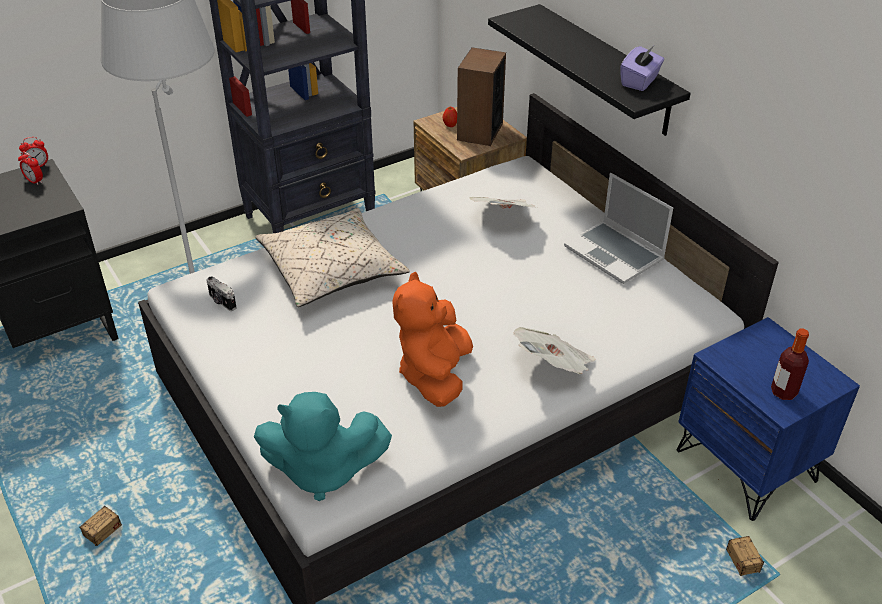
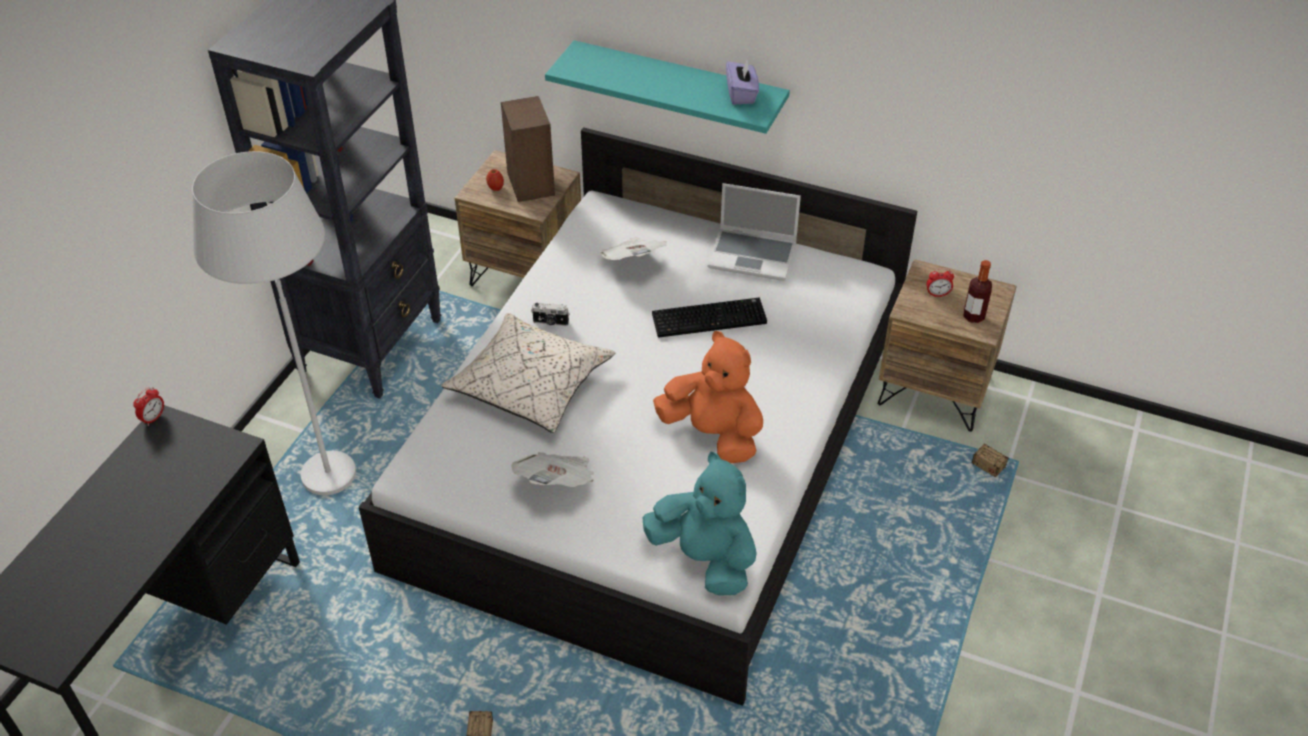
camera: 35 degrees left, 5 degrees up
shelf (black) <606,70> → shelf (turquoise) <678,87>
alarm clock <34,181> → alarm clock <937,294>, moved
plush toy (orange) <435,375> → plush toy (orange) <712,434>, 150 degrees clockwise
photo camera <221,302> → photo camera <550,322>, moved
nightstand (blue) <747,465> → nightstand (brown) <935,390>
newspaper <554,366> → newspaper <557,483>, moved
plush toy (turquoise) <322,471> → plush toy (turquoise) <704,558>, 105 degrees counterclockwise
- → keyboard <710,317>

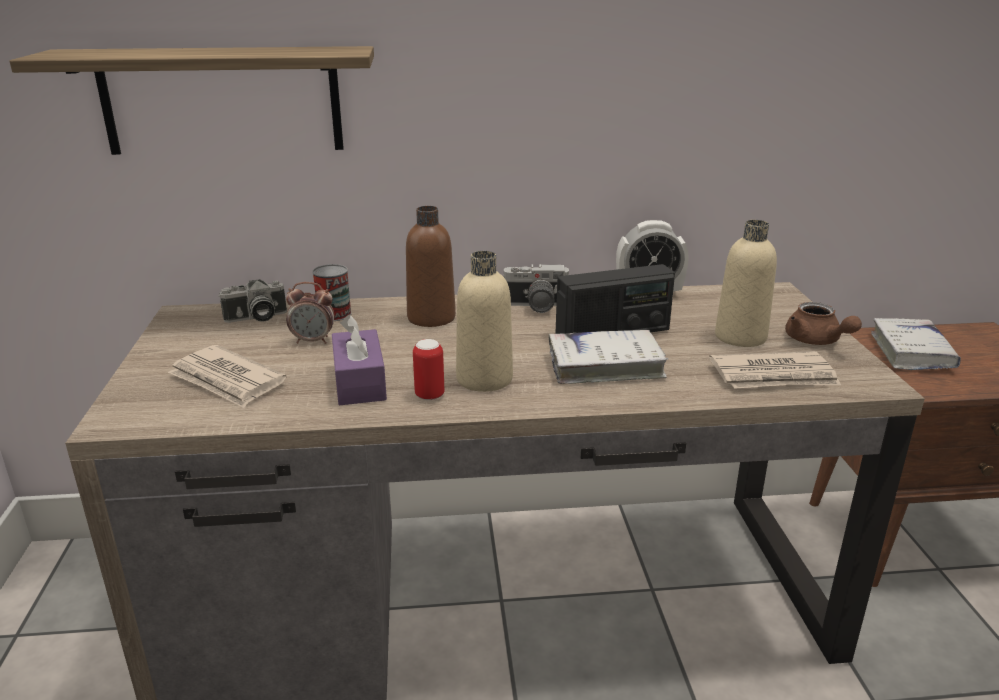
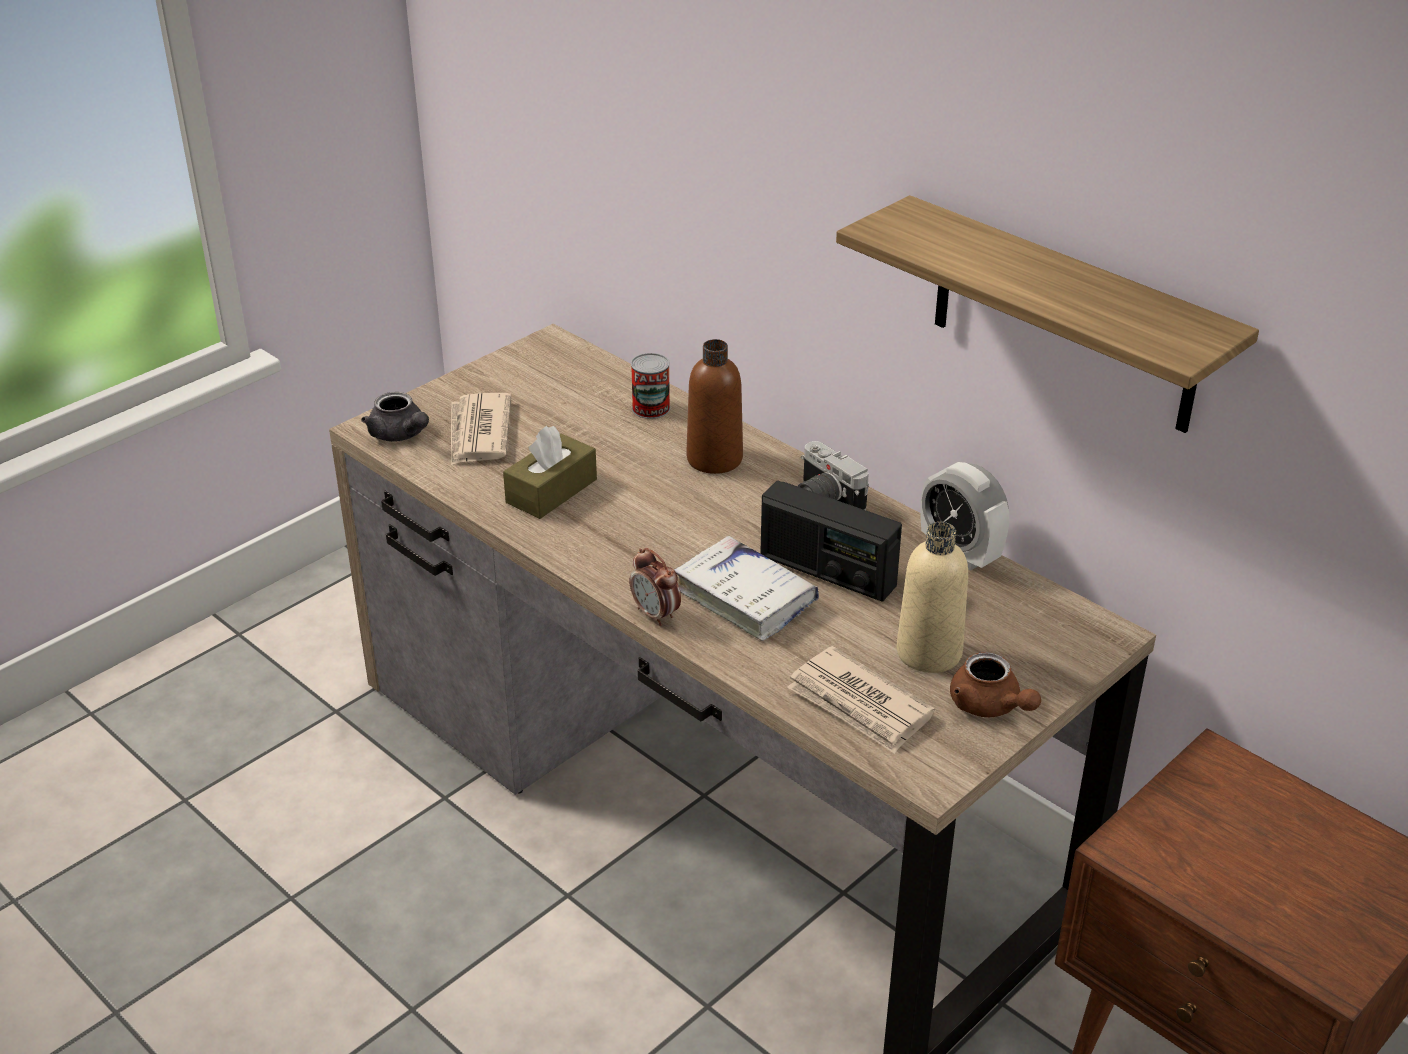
camera: 50 degrees right, 10 degrees up
shelf <222,101> → shelf <1064,317>, moved
bottle (beige) <484,379> → -
photo camera <256,318> → -
alarm clock <313,341> → alarm clock <656,615>, moved
teapot (brown) <816,341> → teapot (brown) <989,706>, 60 degrees counterclockwise
tissue box (purple) <359,382> → tissue box (brown) <551,491>
book (white) <911,353> → -
can <429,395> → -
- → teapot (grey) <400,435>

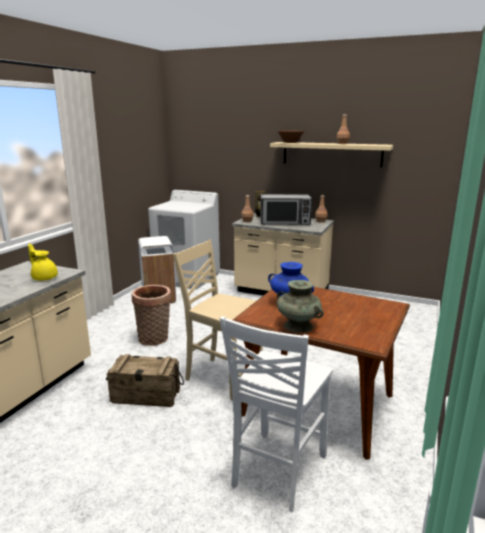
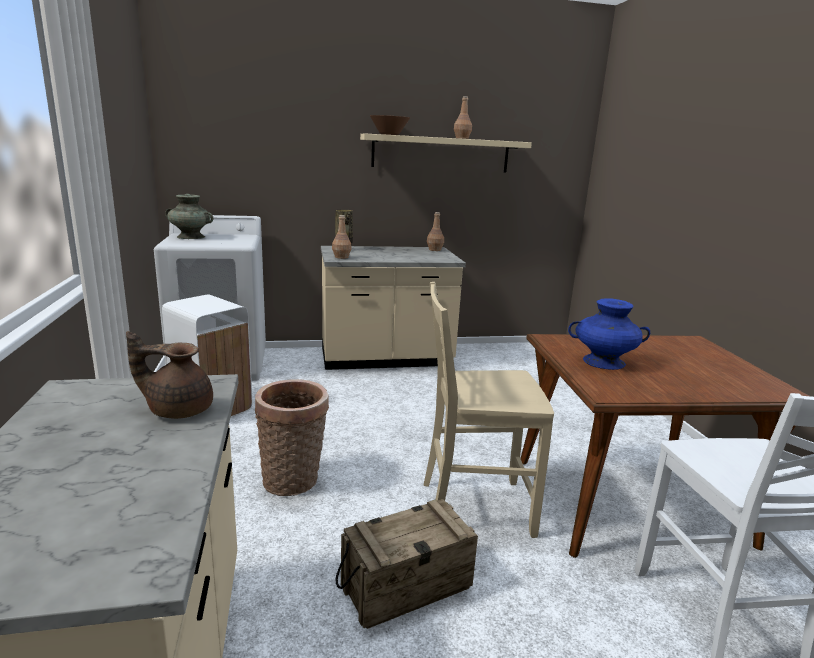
camera: 35 degrees left, 0 degrees up
microwave <285,222> → -
teapot (yellow) <44,278> → teapot (brown) <178,409>
vase (turquoise) <298,326> → vase (turquoise) <190,237>, moved

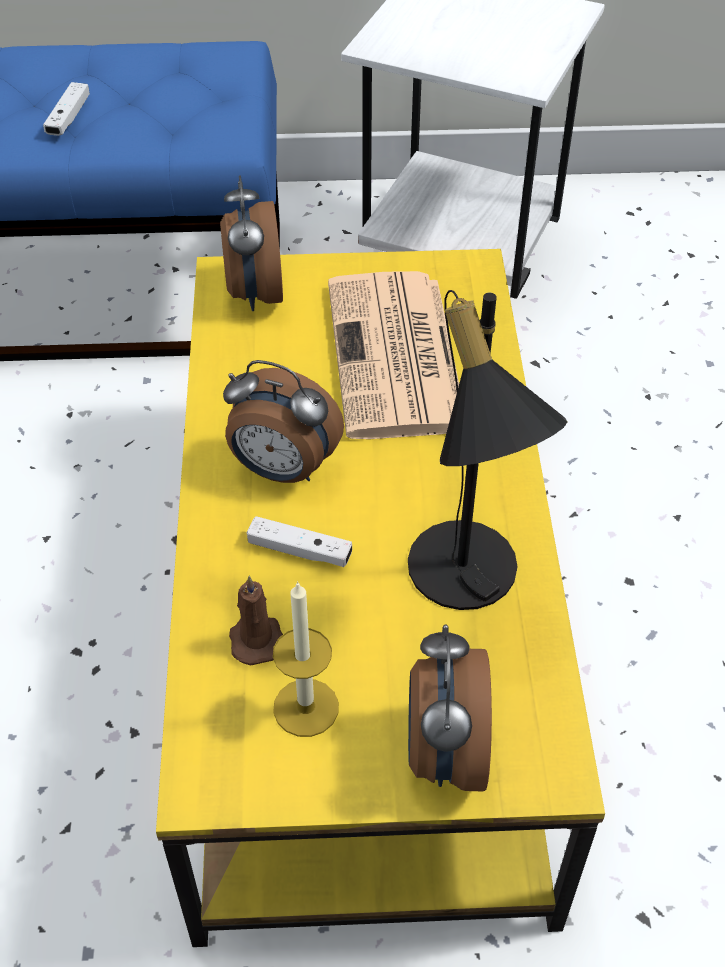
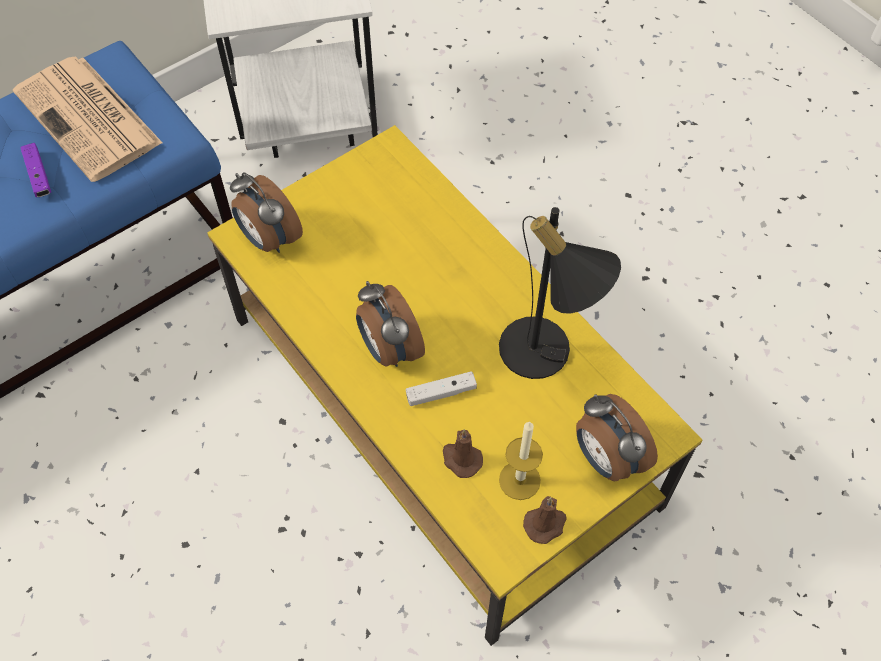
camera: 35 degrees left, 10 degrees up
game controller (white) <68,118> → game controller (purple) <38,175>
newspaper <397,358> → newspaper <90,119>, moved
alarm clock <282,470> → alarm clock <389,349>, 75 degrees clockwise
- → candle (brown) <545,524>

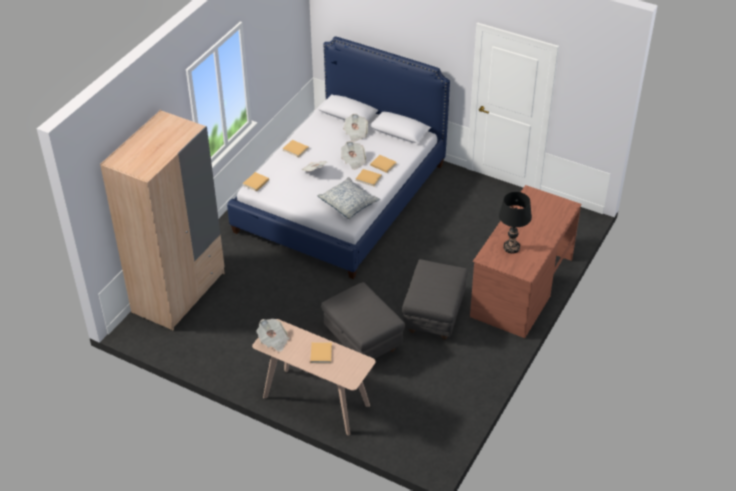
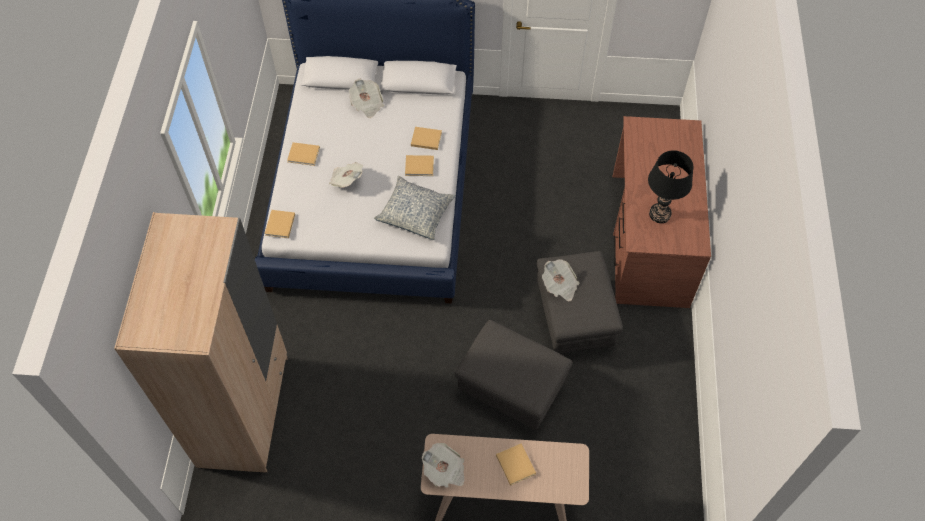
camera: 25 degrees left, 15 degrees up
newspaper <353,161> → newspaper <560,285>, moved

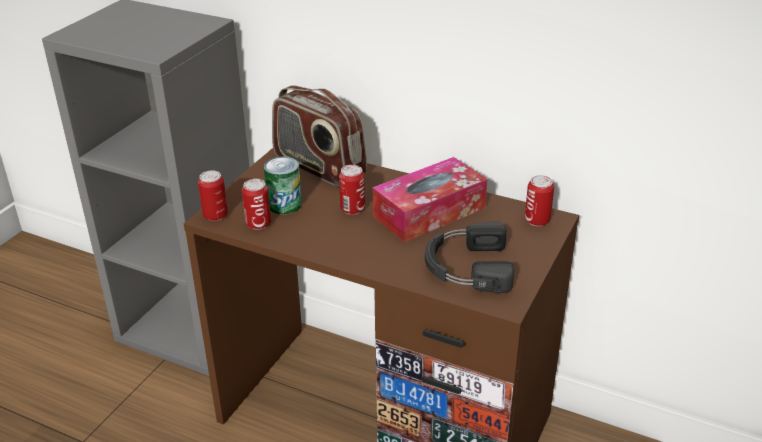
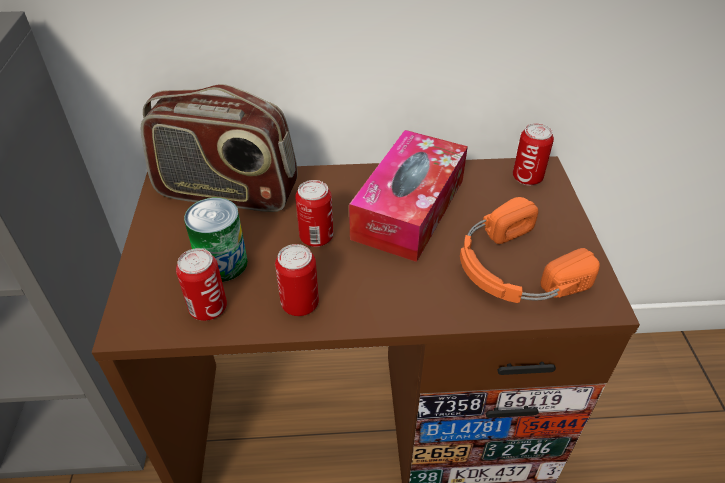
camera: 30 degrees left, 10 degrees up
can <215,215> → can <300,304>, moved
headphones (black) <466,266> → headphones (orange) <513,268>

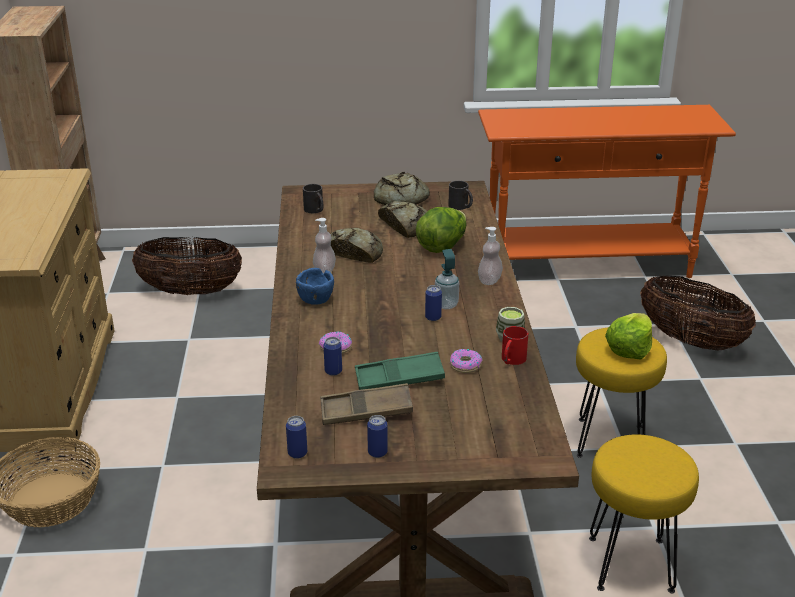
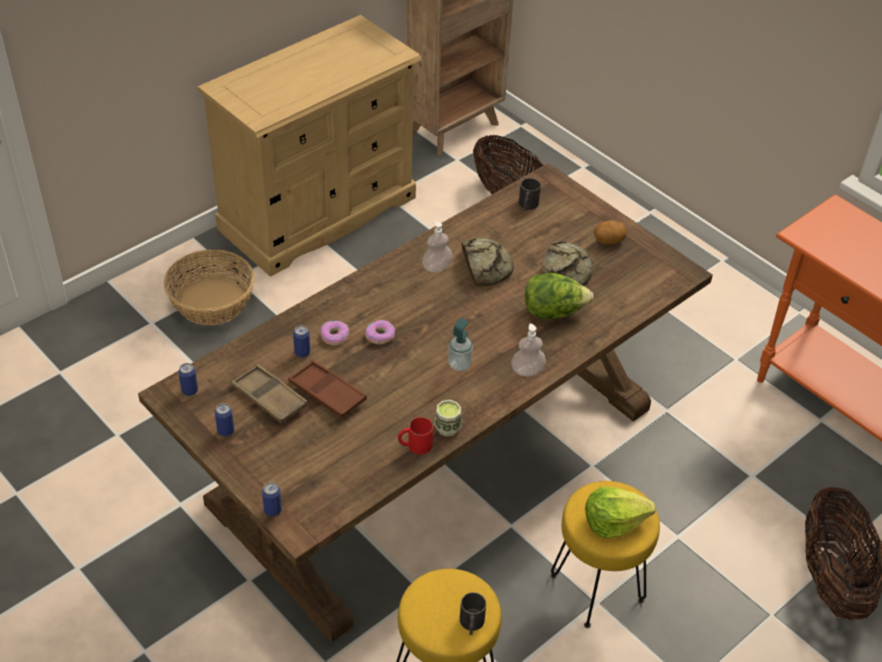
camera: 50 degrees right, 15 degrees up
bread <399,198> → potato <608,241>
mug (black) <461,207> → mug (black) <471,624>, moved
bowl (blue) <315,299> → -
can <433,317> → can <273,510>, moved
donut <465,365> → donut <380,335>, moved
tray (green) <399,378> → tray (brown) <327,393>

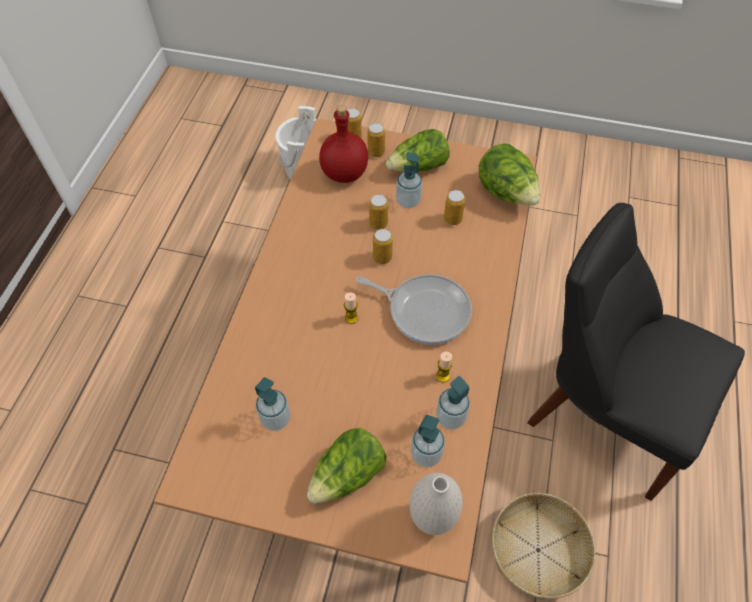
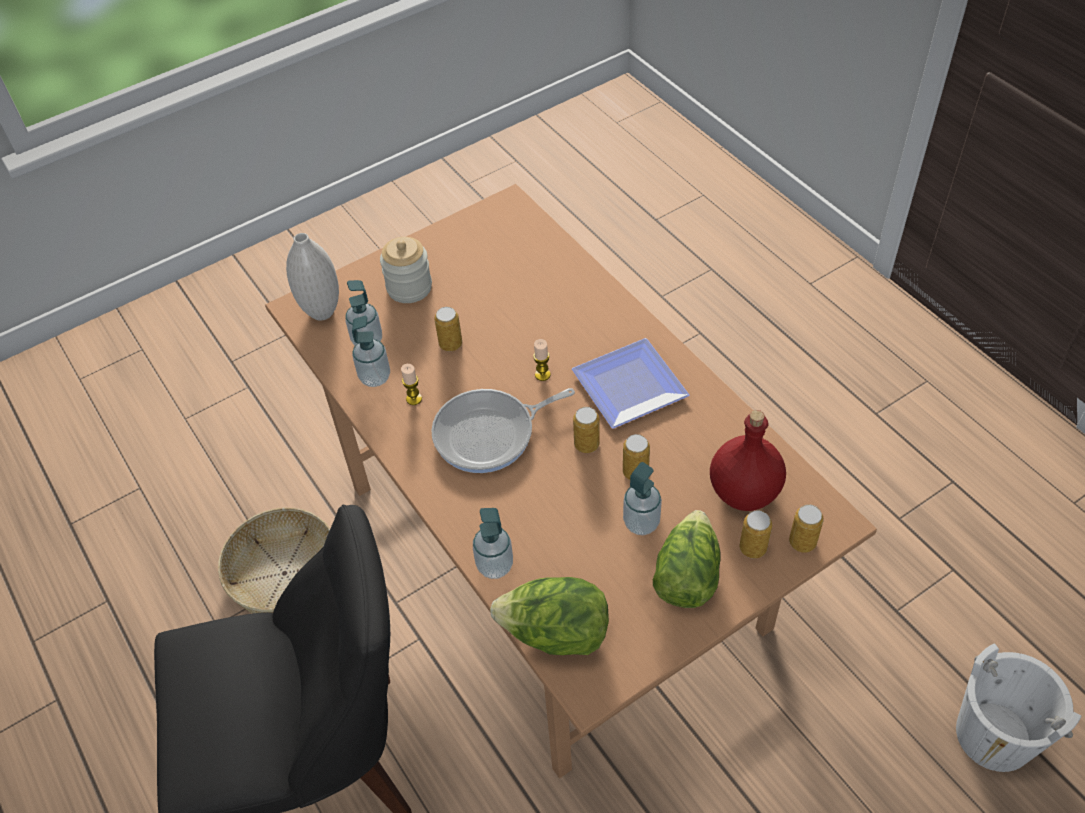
camera: 135 degrees right, 5 degrees down
can <452,219> → can <450,344>, moved
soap dispenser <276,419> → soap dispenser <495,565>, moved
lettuce <348,475> → jar <409,287>
- → plate <625,385>

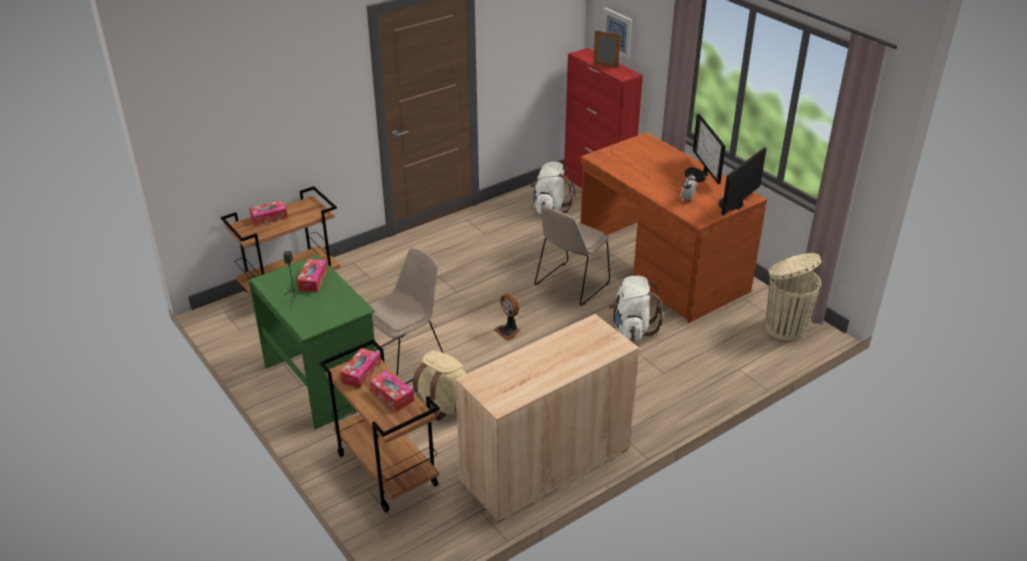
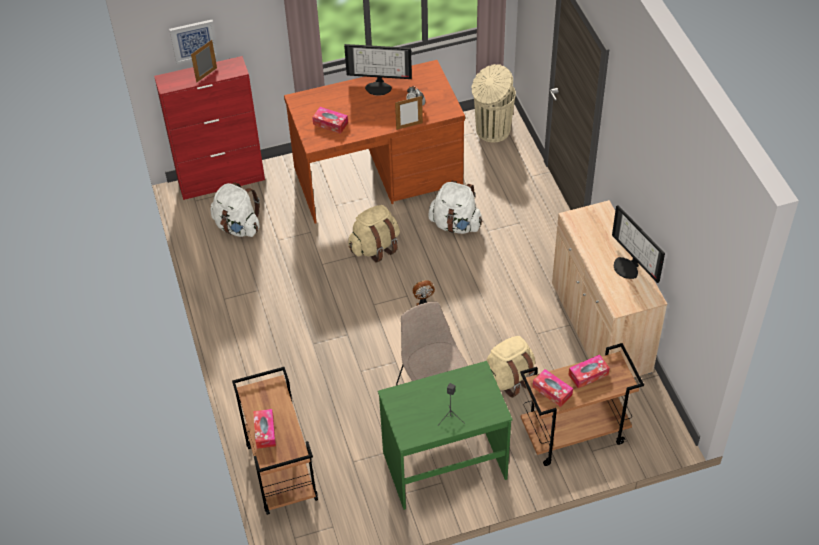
camera: 70 degrees left, 15 degrees up
monitor <733,205> → monitor <628,267>, moved
chair (beige) <570,285> → backpack (beige) <375,247>
tissue box <313,280> → tissue box <330,123>, moved
- → picture frame <409,126>

